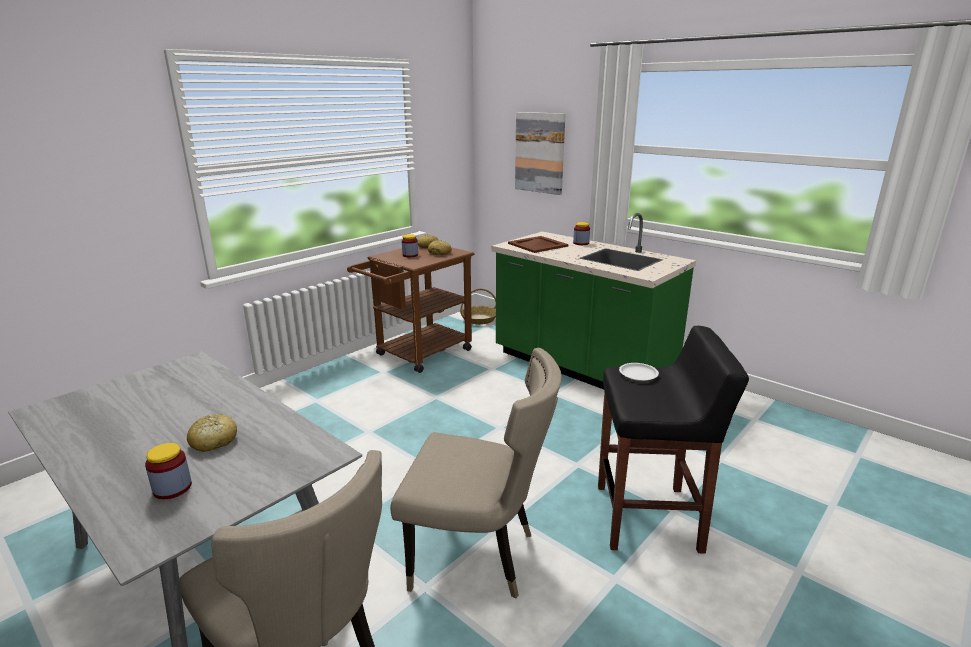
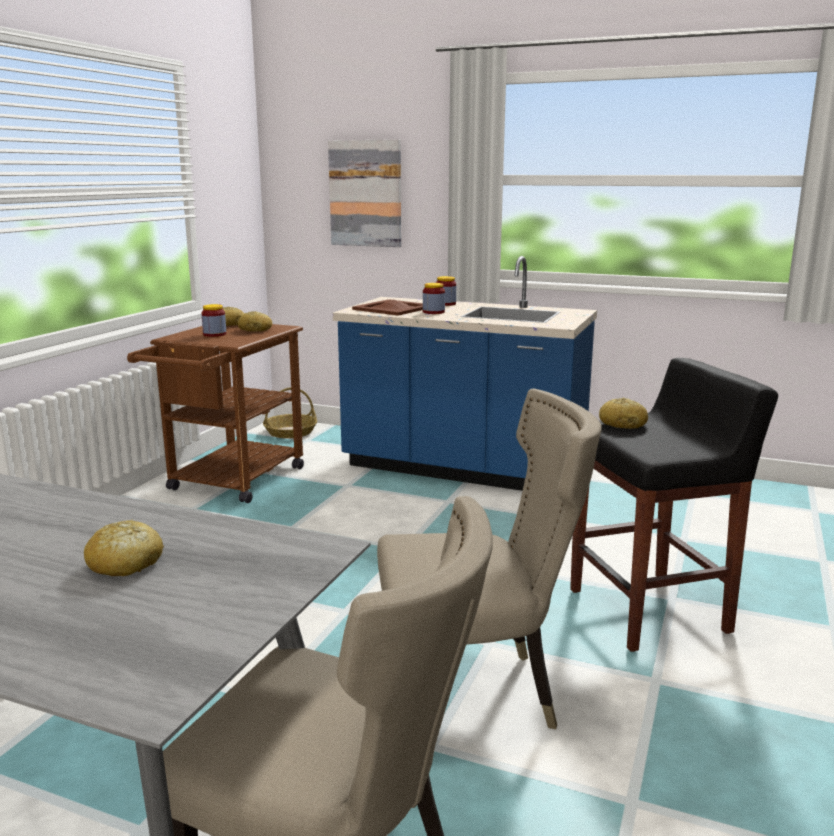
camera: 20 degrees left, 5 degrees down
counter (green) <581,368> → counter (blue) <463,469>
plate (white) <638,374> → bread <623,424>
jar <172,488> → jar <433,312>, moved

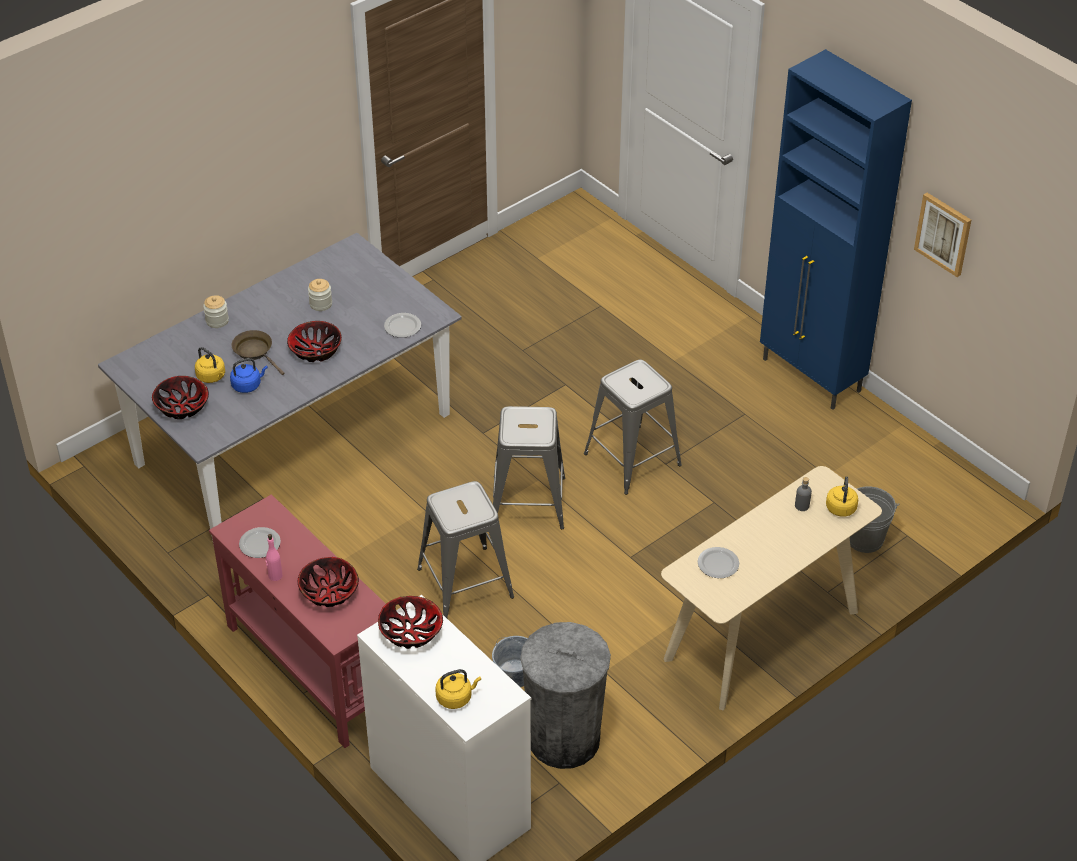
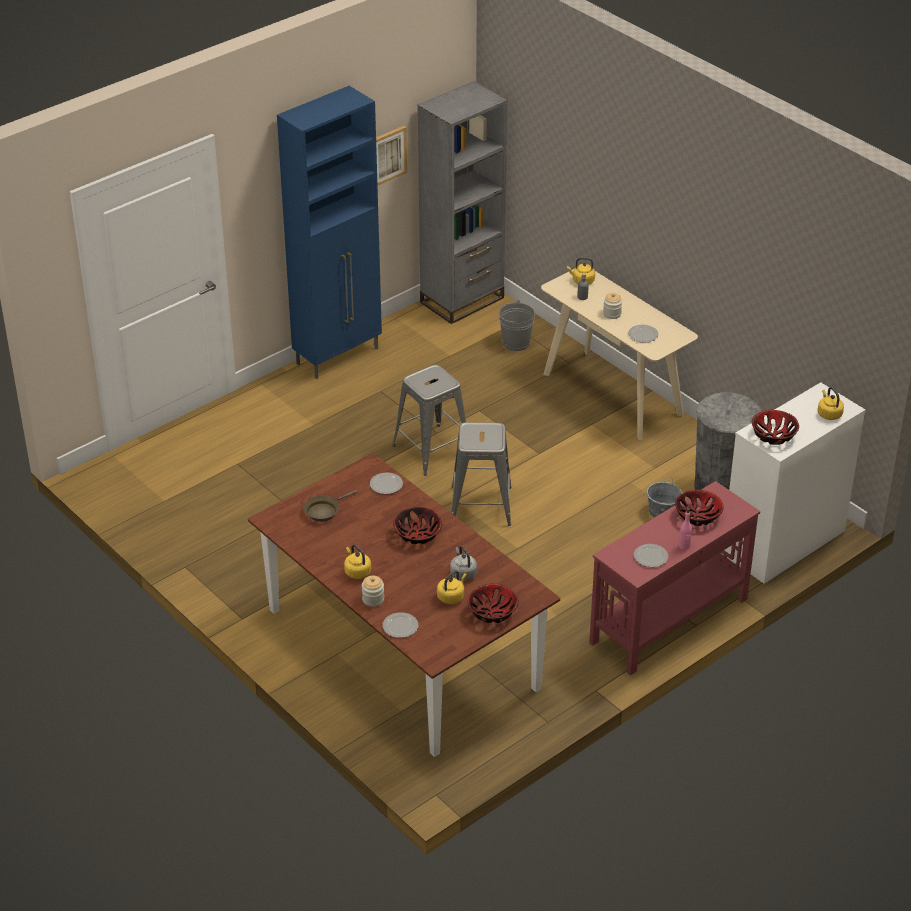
camera: 90 degrees left, 5 degrees down
dining table (grey) <294,438> → dining table (brown) <401,649>
jar <321,304> → jar <612,314>, moved
frying pan (brown) <255,352> → frying pan (brown) <324,511>, moved
kettle (blue) <248,385> → kettle (grey) <462,573>
stool (grey) <466,583> → -
- → bookcase (grey) <462,300>
- → kettle (yellow) <357,571>
- → plate <401,626>

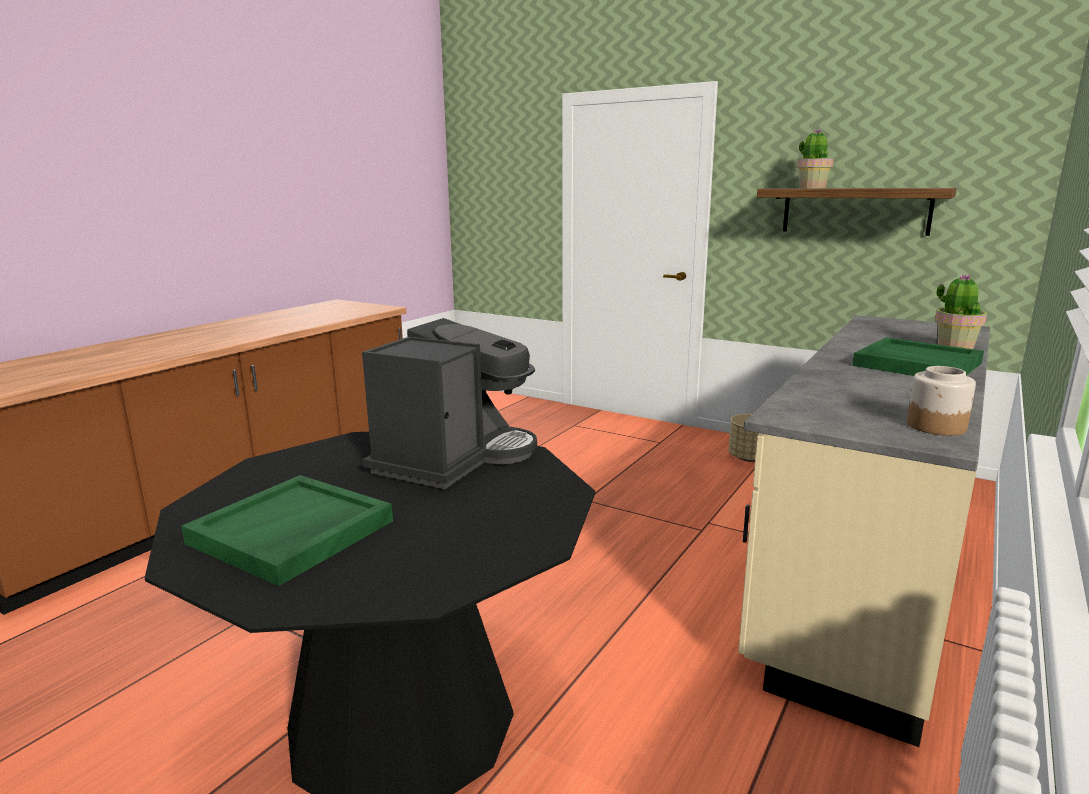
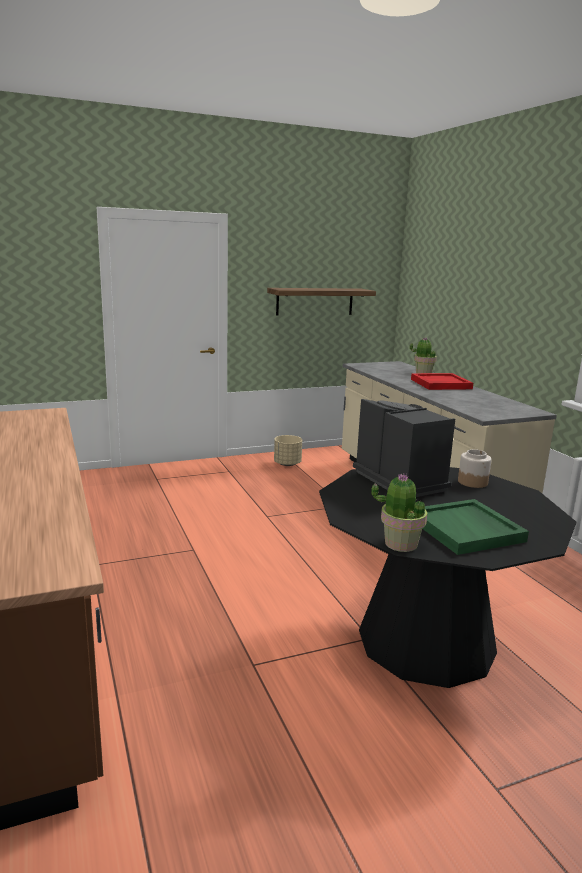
camera: 55 degrees left, 0 degrees up
potted plant <812,188> → potted plant <400,543>, moved
tray (green) <915,364> → tray (red) <440,384>
jar <937,426> → jar <472,482>, moved

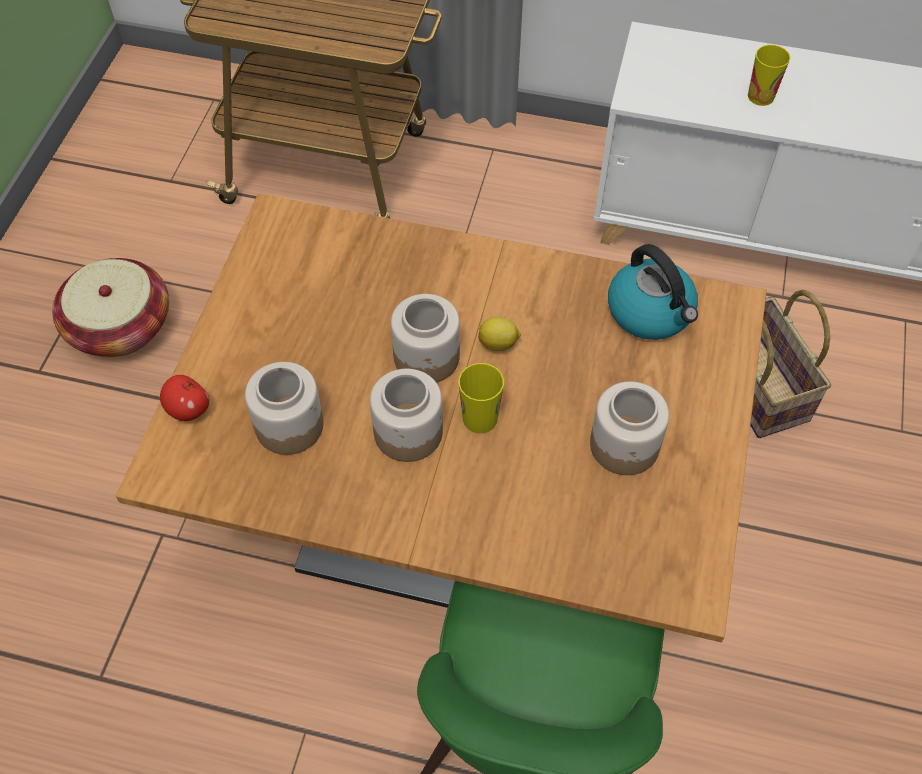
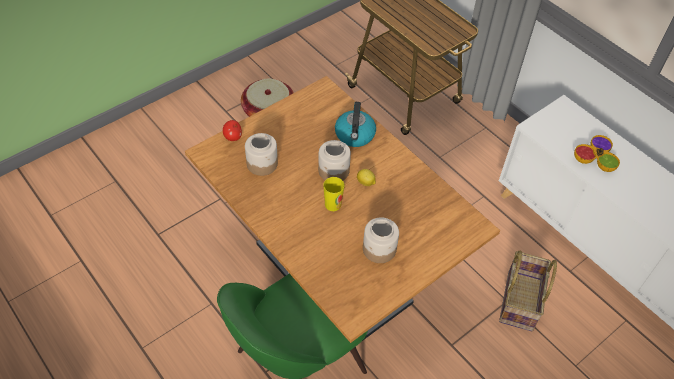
camera: 35 degrees right, 5 degrees down
cup <760,96> → bowl <595,158>
kettle <651,312> → kettle <355,135>, moved
jar <409,432> → -

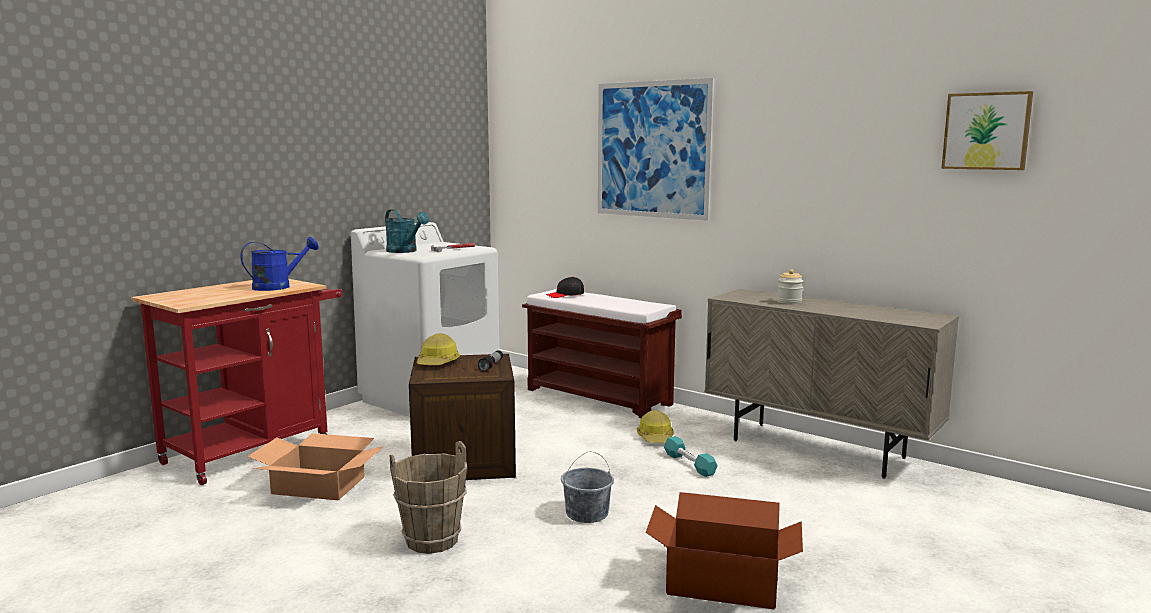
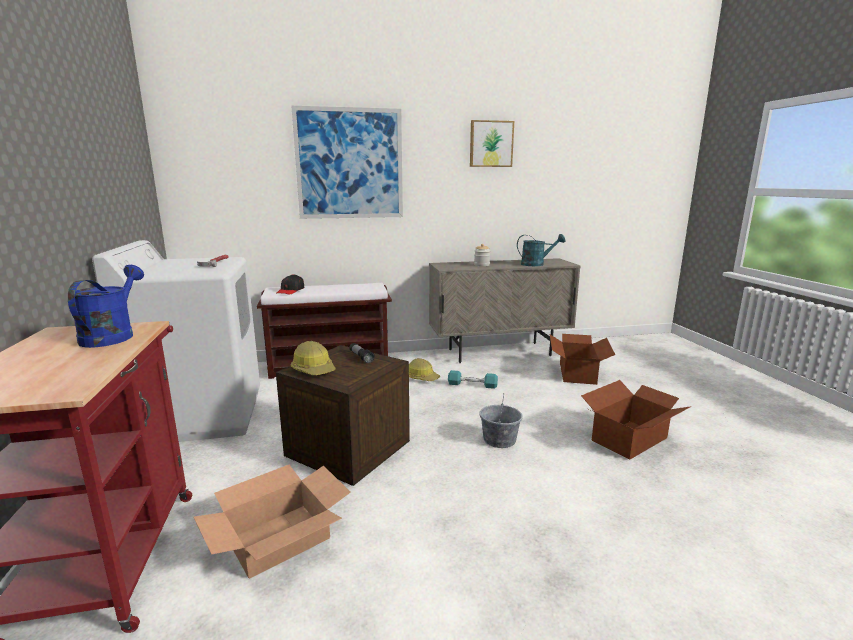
camera: 50 degrees left, 5 degrees up
picture <986,131> → picture <491,144>, moved
watering can (turquoise) <405,251> → watering can (turquoise) <536,264>, moved
bucket (brown) <432,541> → -
- → cardboard box <578,373>

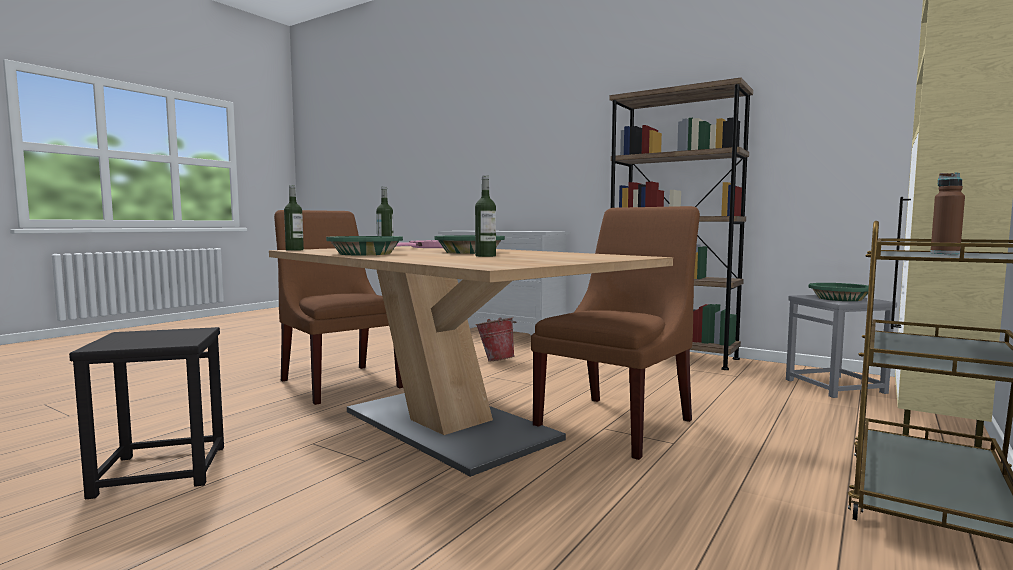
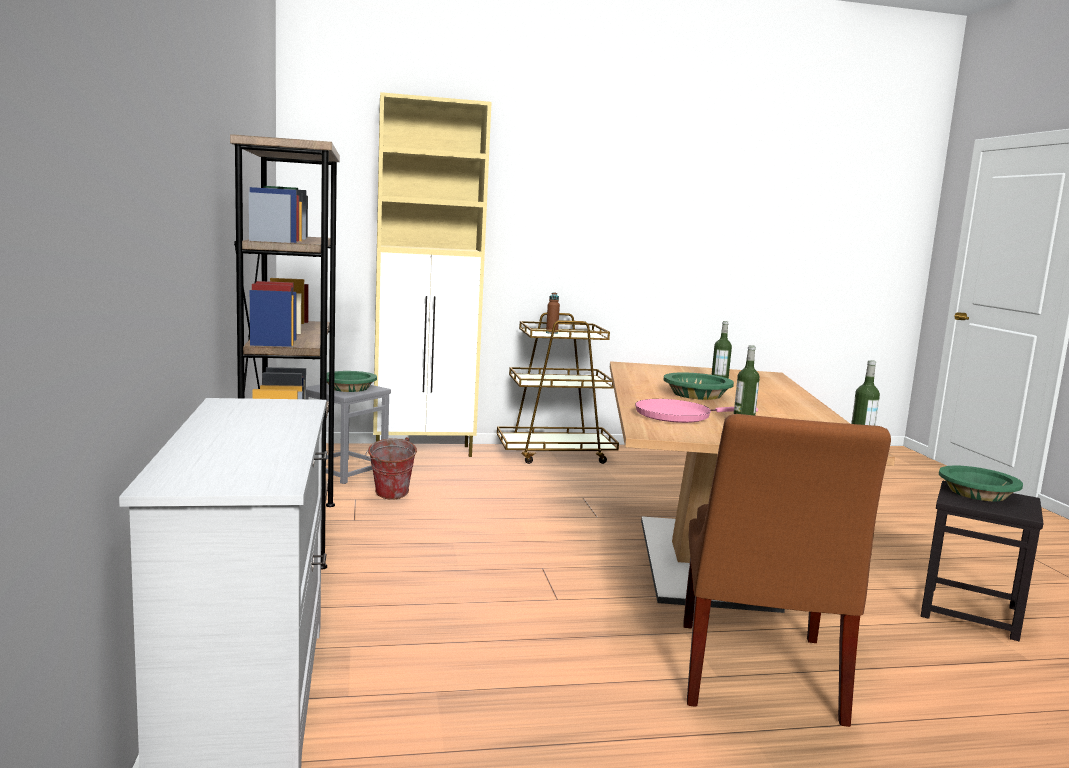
camera: 135 degrees left, 5 degrees up
chair (brown) <619,423> → -
bowl (green) <365,254> → bowl (green) <977,493>, moved
bucket <496,360> → bucket <389,497>, moved

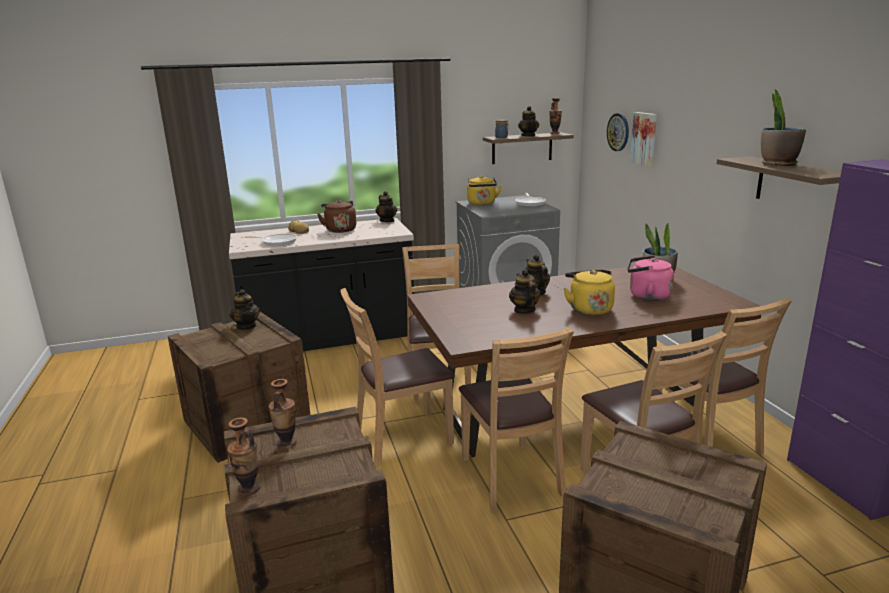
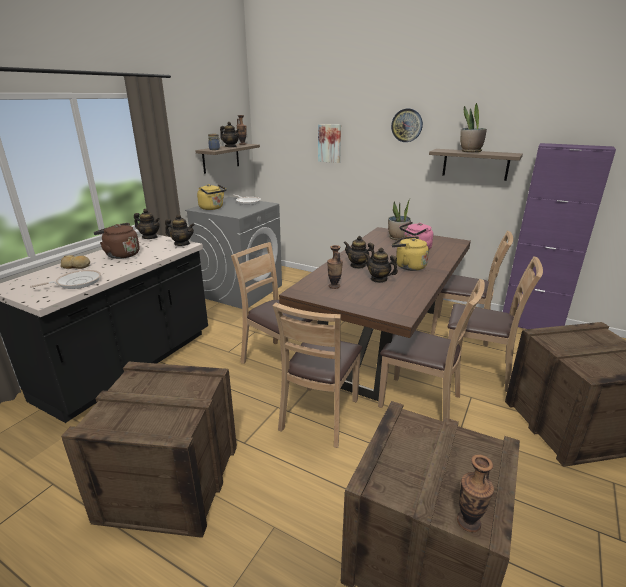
camera: 45 degrees left, 5 degrees up
wall clock <618,132> → wall clock <407,125>, moved
teapot <247,326> → teapot <182,244>, moved
vase <286,443> → vase <334,286>, moved

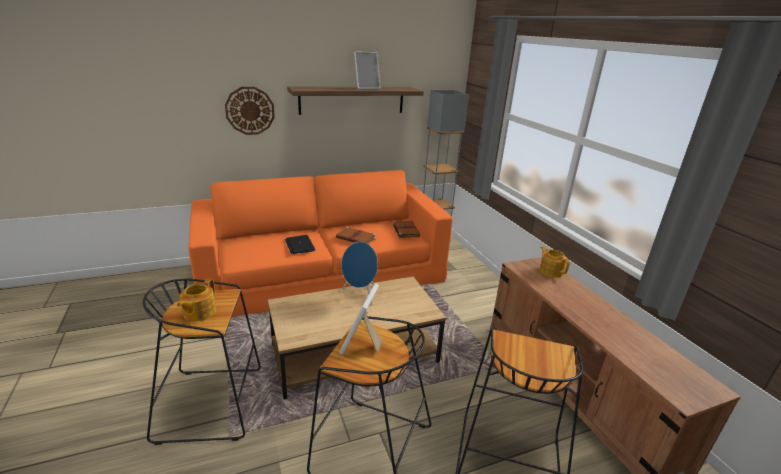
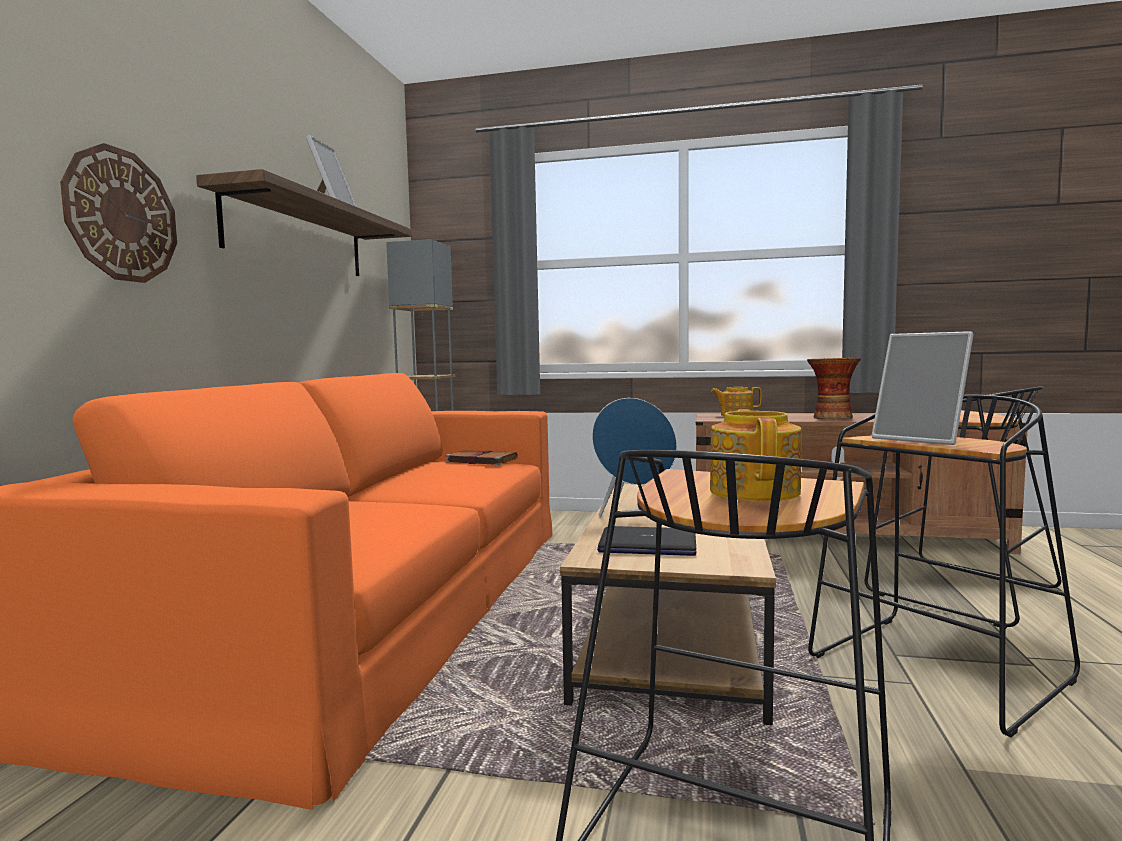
camera: 55 degrees left, 20 degrees down
book (brown) <356,238> → -
laptop <299,245> → laptop <647,544>, moved
teapot <199,312> → teapot <755,491>, 135 degrees counterclockwise
- → vase <831,418>

